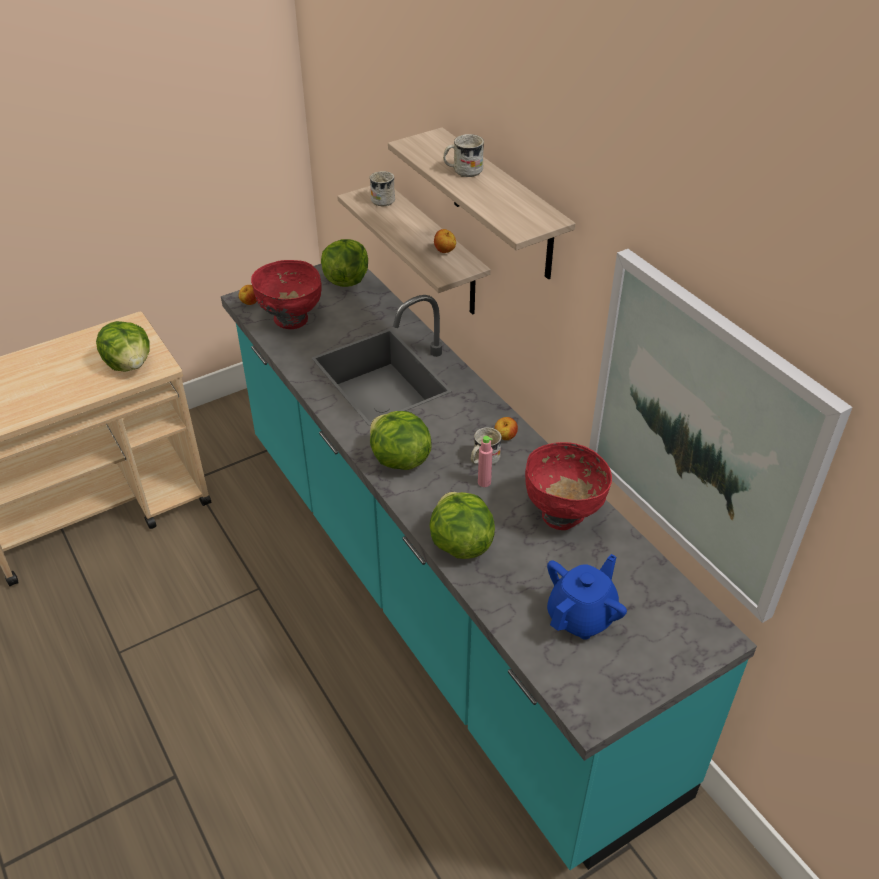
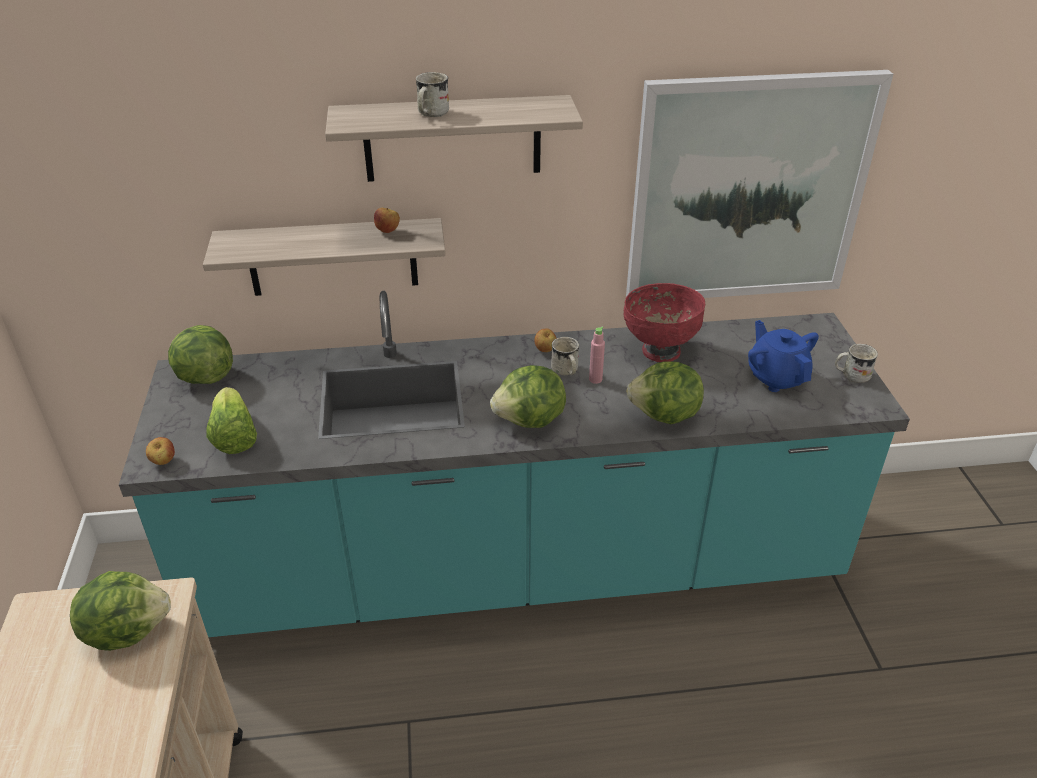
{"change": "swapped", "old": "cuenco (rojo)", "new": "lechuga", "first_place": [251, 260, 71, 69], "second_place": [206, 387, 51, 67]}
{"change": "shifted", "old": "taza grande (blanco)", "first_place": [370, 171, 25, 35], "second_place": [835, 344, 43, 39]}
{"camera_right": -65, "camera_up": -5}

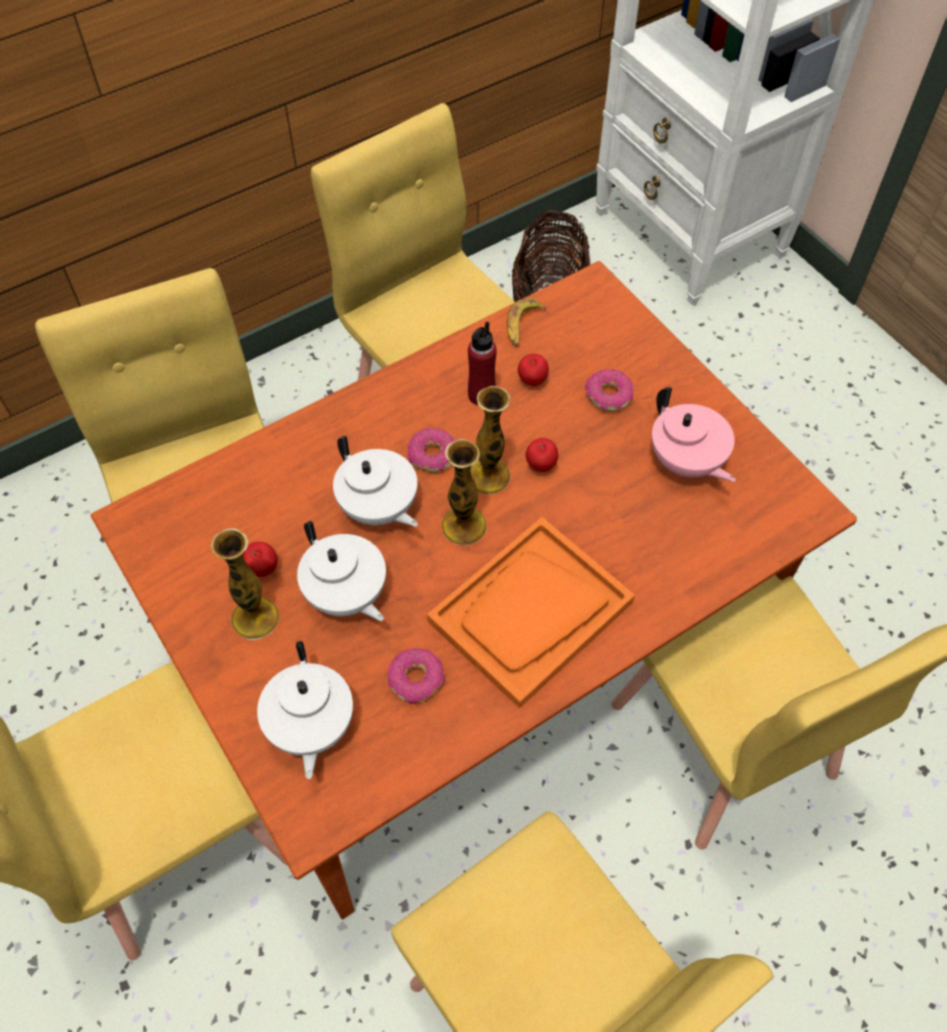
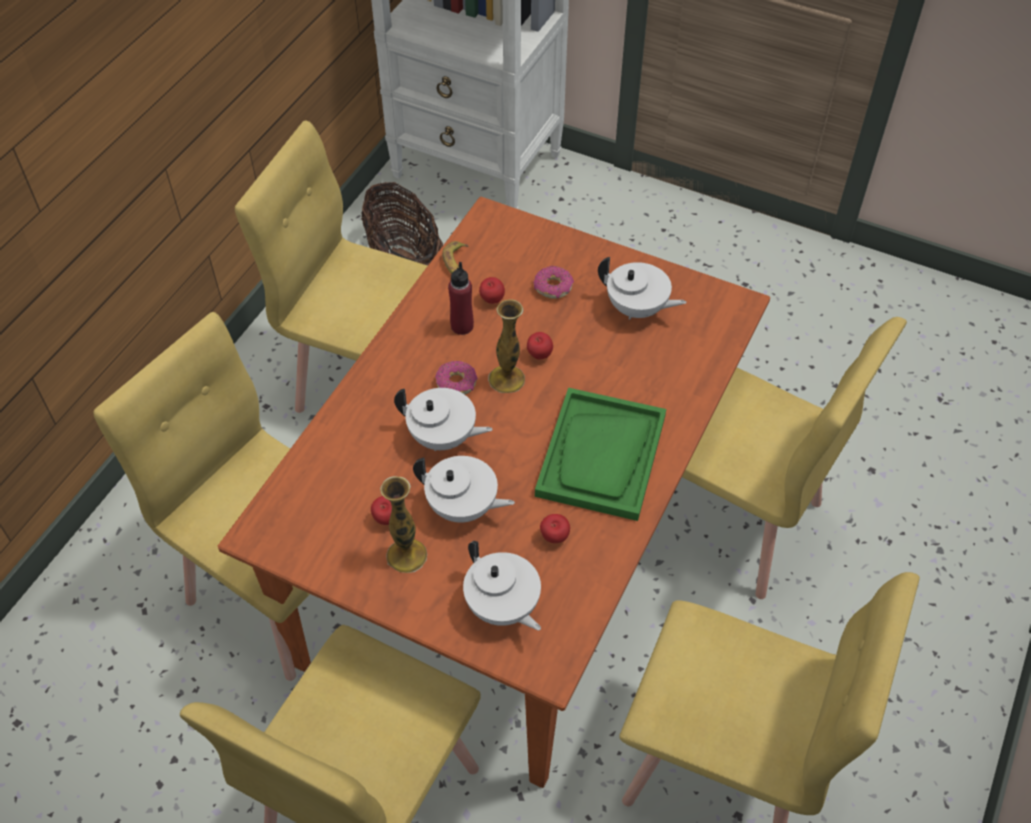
{"change": "repainted", "old": "bandeja (naranja)", "new": "bandeja (verde)", "first_place": [427, 517, 208, 191], "second_place": [535, 388, 131, 133]}
{"change": "swapped", "old": "rosquilla", "new": "manzana", "first_place": [388, 648, 57, 56], "second_place": [540, 514, 30, 29]}
{"change": "repainted", "old": "tetera (rosa)", "new": "tetera (blanco)", "first_place": [652, 387, 84, 95], "second_place": [598, 257, 89, 63]}
{"change": "gone", "old": "florero", "first_place": [442, 439, 45, 106]}
{"camera_right": -30, "camera_up": -5}

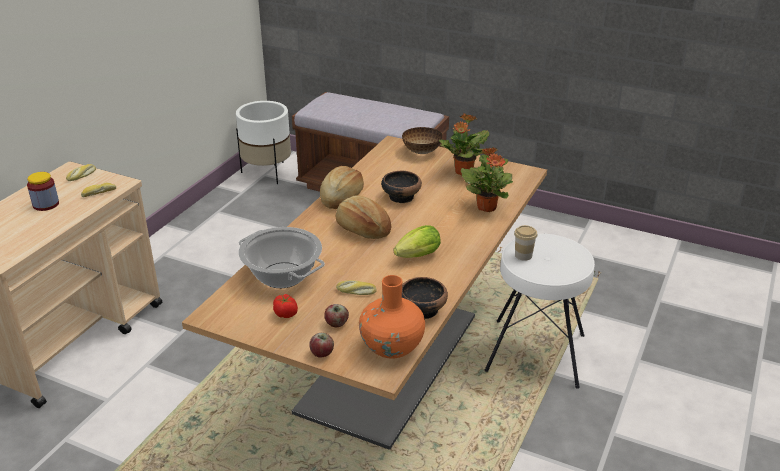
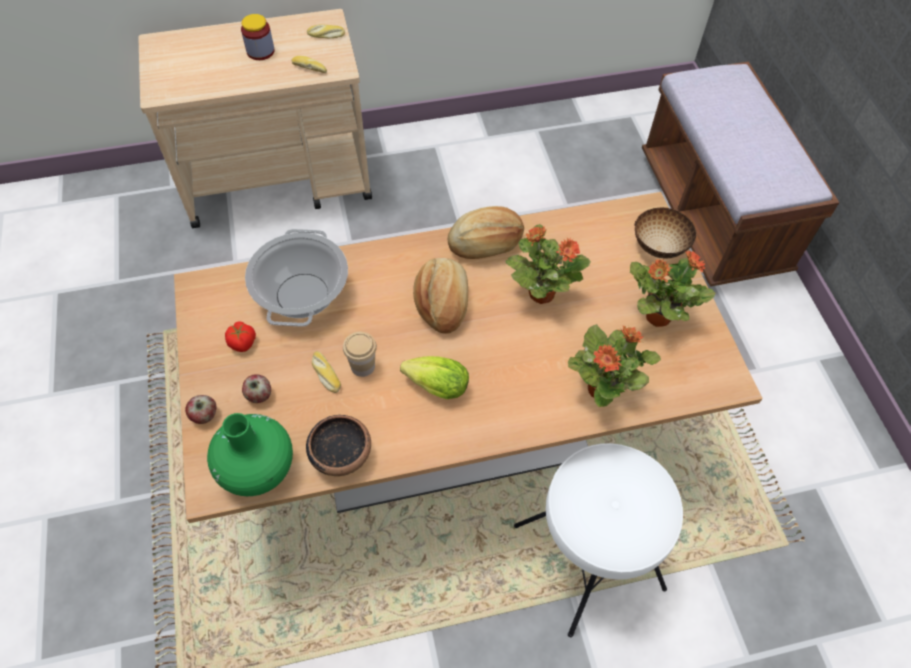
{"change": "repainted", "old": "florero (naranja)", "new": "florero (verde)", "first_place": [359, 275, 66, 84], "second_place": [207, 413, 86, 83]}
{"change": "shifted", "old": "taza", "first_place": [514, 225, 24, 36], "second_place": [343, 332, 34, 45]}
{"change": "swapped", "old": "cuenco", "new": "planta en maceta", "first_place": [381, 171, 41, 32], "second_place": [506, 224, 85, 80]}
{"change": "gone", "old": "maceta (blanco)", "first_place": [236, 101, 55, 83]}
{"camera_right": 50, "camera_up": 25}

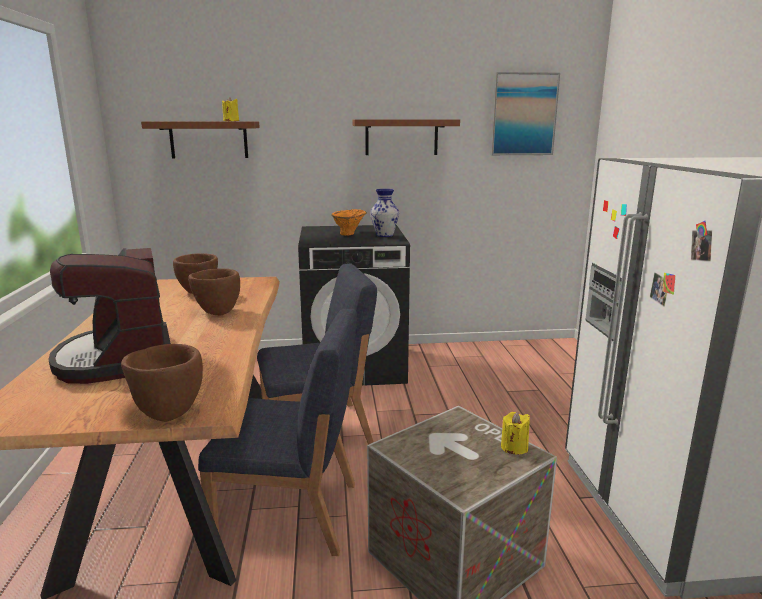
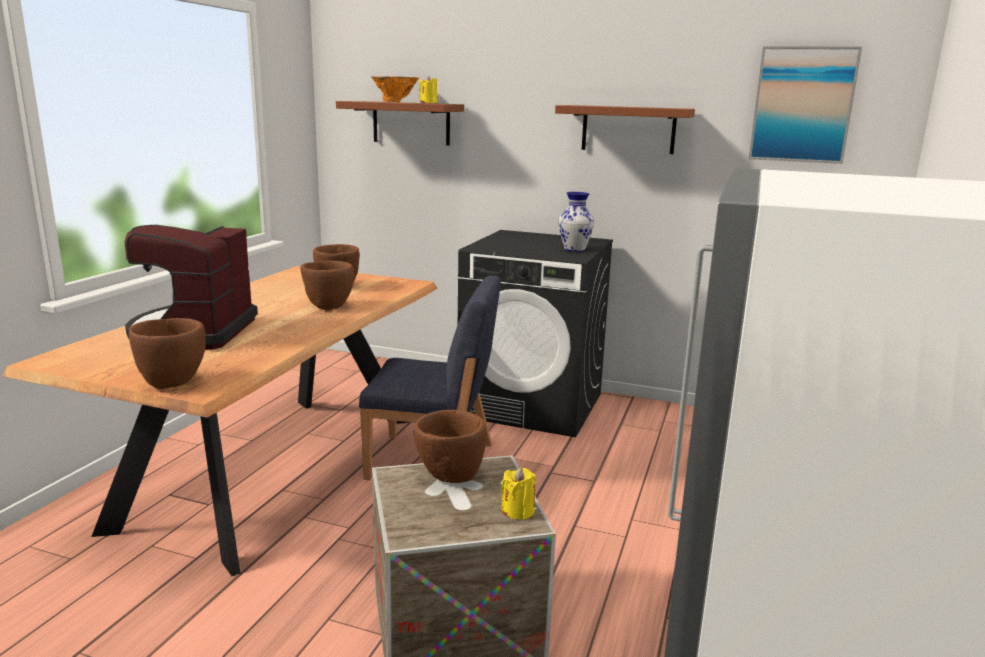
{"change": "shifted", "old": "florero (naranja)", "first_place": [331, 209, 36, 27], "second_place": [371, 76, 48, 26]}
{"change": "new", "new": "cuenco (marrón)", "second_place": [414, 410, 73, 73]}
{"change": "gone", "old": "silla (azul)", "first_place": [198, 309, 159, 247]}
{"camera_right": 25, "camera_up": 0}

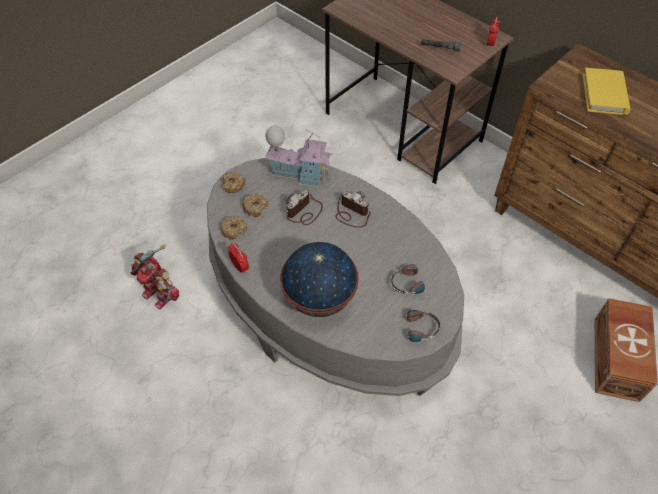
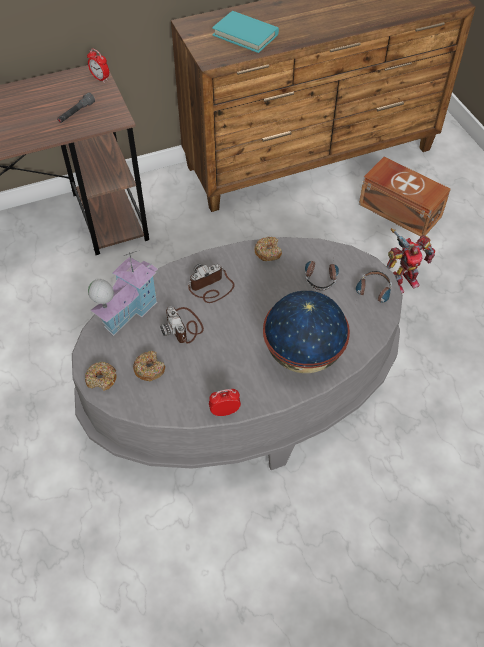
{"change": "repainted", "old": "libro (amarillo)", "new": "libro (turquesa)", "first_place": [583, 68, 47, 47], "second_place": [212, 11, 67, 42]}
{"change": "shifted", "old": "rosquilla", "first_place": [221, 216, 26, 24], "second_place": [254, 237, 28, 24]}
{"change": "shifted", "old": "robot de juguete", "first_place": [131, 244, 48, 65], "second_place": [387, 228, 48, 65]}
{"camera_right": -65, "camera_up": 0}

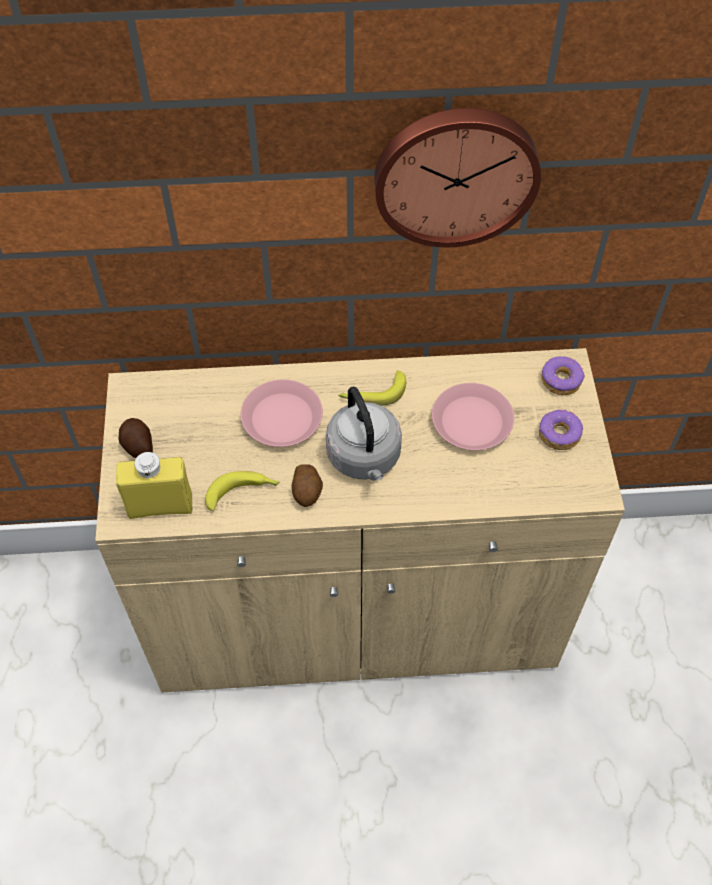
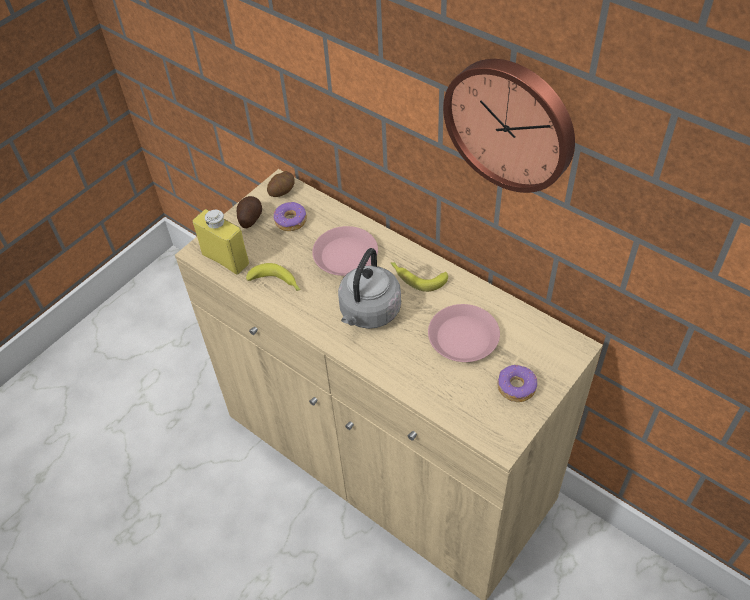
{"change": "shifted", "old": "patata", "first_place": [292, 464, 31, 43], "second_place": [267, 171, 28, 26]}
{"change": "shifted", "old": "rosquilla", "first_place": [541, 356, 44, 39], "second_place": [274, 202, 33, 29]}
{"camera_right": 45, "camera_up": -5}

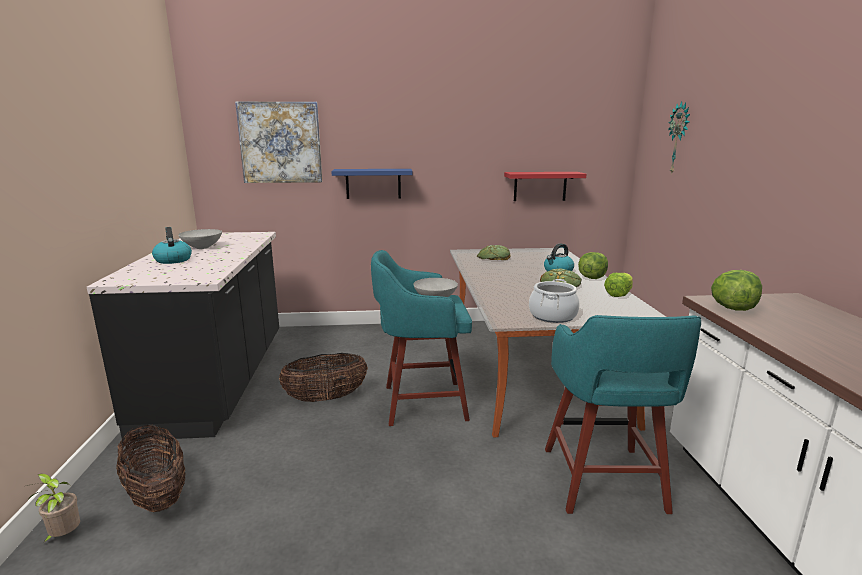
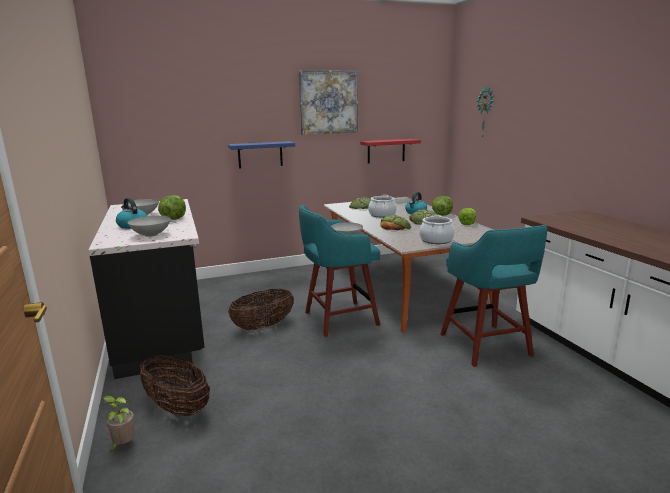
{"change": "new", "new": "cuenco (gris)", "second_place": [128, 216, 43, 21]}
{"change": "shifted", "old": "lechuga", "first_place": [711, 270, 51, 41], "second_place": [158, 195, 28, 25]}
{"change": "shifted", "old": "cuadro", "first_place": [235, 101, 87, 82], "second_place": [299, 70, 59, 65]}
{"change": "new", "new": "olla", "second_place": [368, 195, 29, 23]}
{"change": "new", "new": "pan", "second_place": [381, 215, 30, 15]}
{"camera_right": -15, "camera_up": 0}

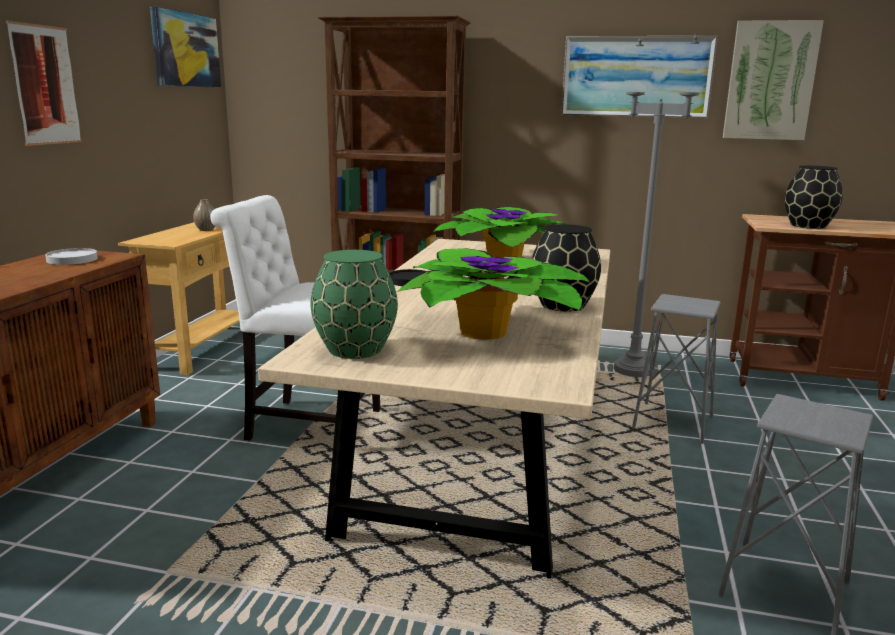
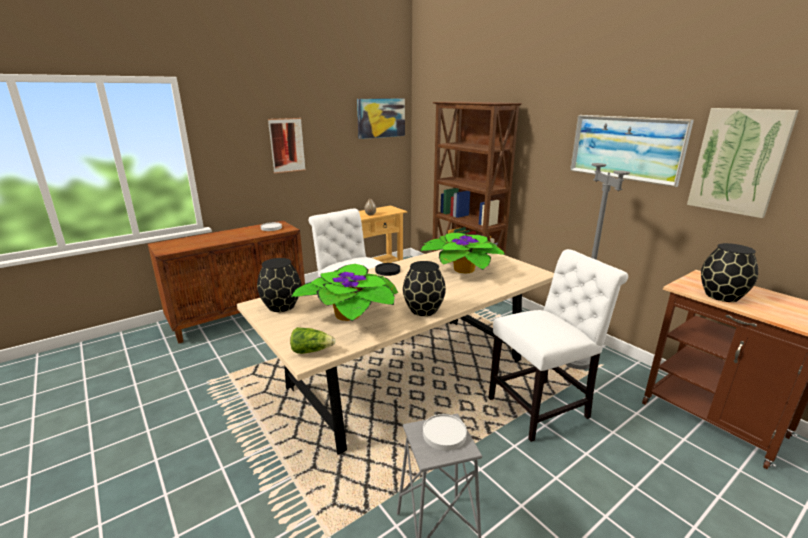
{"change": "repainted", "old": "florero (verde)", "new": "florero (negro)", "first_place": [311, 250, 87, 109], "second_place": [257, 258, 44, 54]}
{"change": "new", "new": "lechuga", "second_place": [290, 327, 46, 27]}
{"change": "new", "new": "plato (blanco)", "second_place": [423, 414, 44, 37]}
{"change": "swapped", "old": "taburete (gris)", "new": "silla (blanco)", "first_place": [632, 294, 89, 150], "second_place": [489, 249, 139, 193]}
{"camera_right": 40, "camera_up": 5}

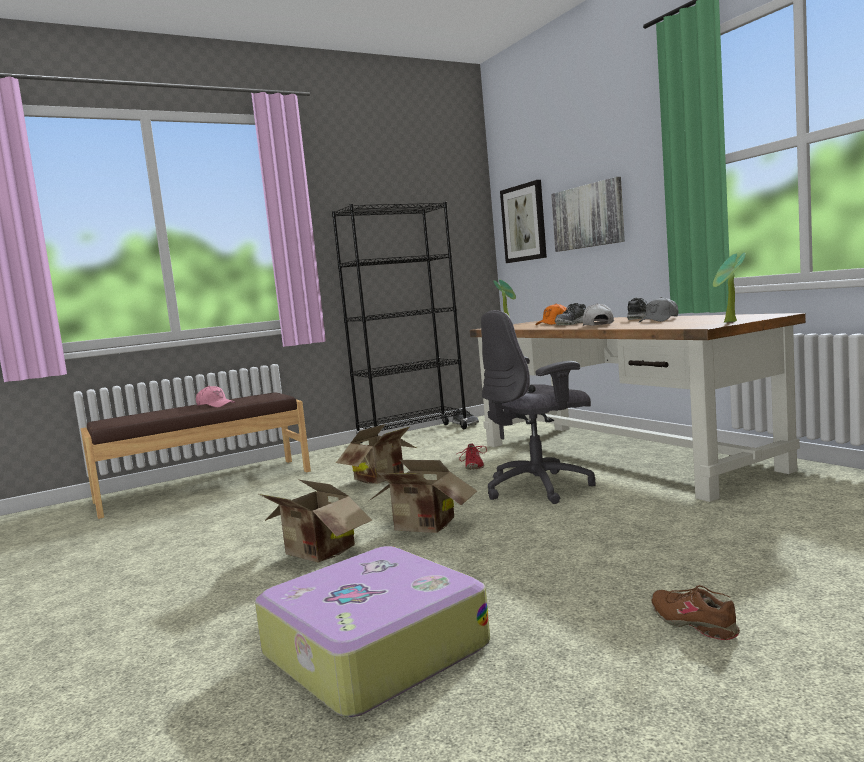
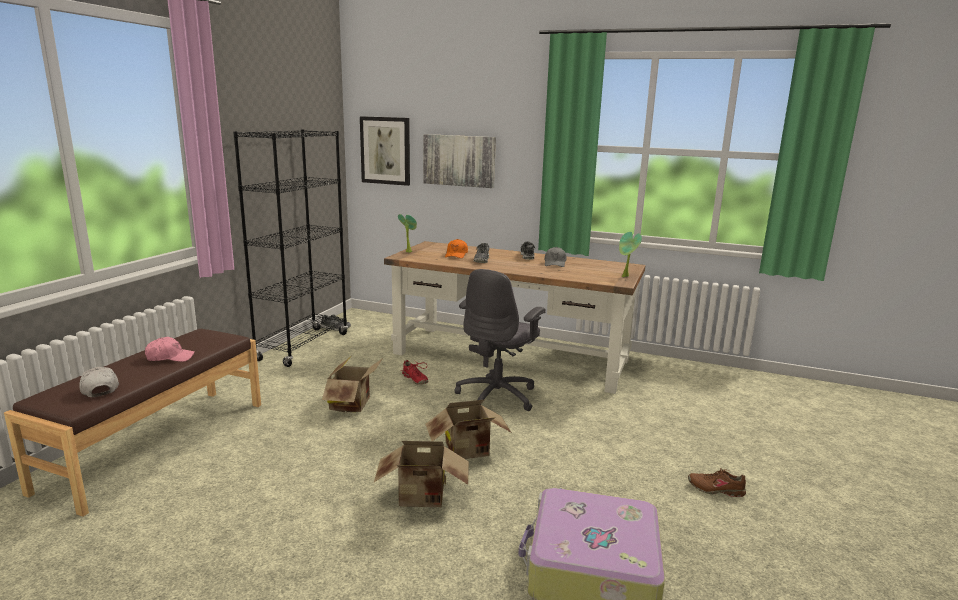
{"change": "shifted", "old": "gorra (blanco)", "first_place": [583, 303, 31, 23], "second_place": [79, 367, 40, 30]}
{"camera_right": -40, "camera_up": 10}

